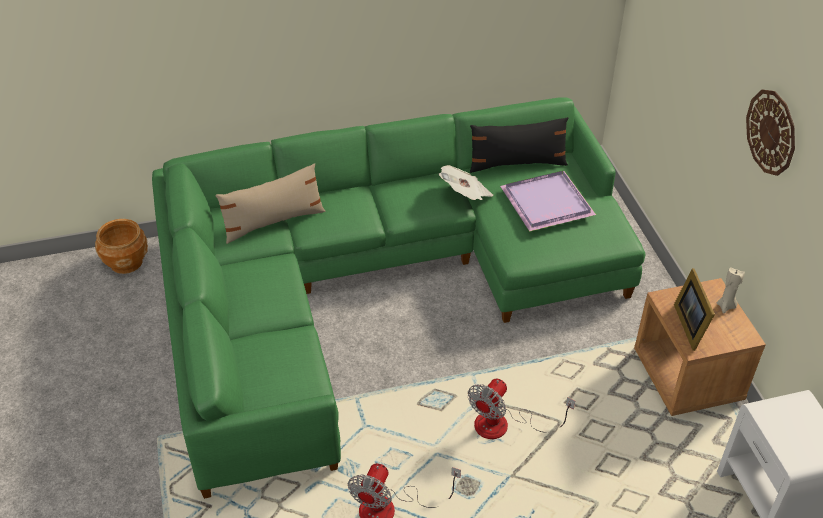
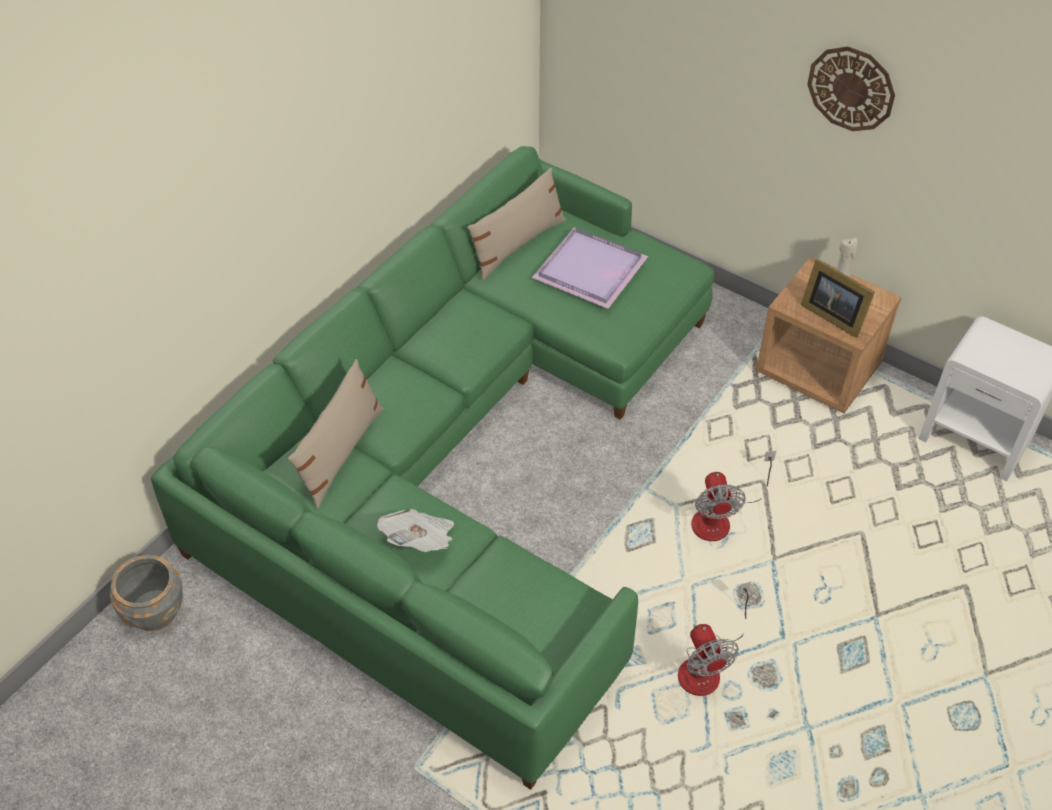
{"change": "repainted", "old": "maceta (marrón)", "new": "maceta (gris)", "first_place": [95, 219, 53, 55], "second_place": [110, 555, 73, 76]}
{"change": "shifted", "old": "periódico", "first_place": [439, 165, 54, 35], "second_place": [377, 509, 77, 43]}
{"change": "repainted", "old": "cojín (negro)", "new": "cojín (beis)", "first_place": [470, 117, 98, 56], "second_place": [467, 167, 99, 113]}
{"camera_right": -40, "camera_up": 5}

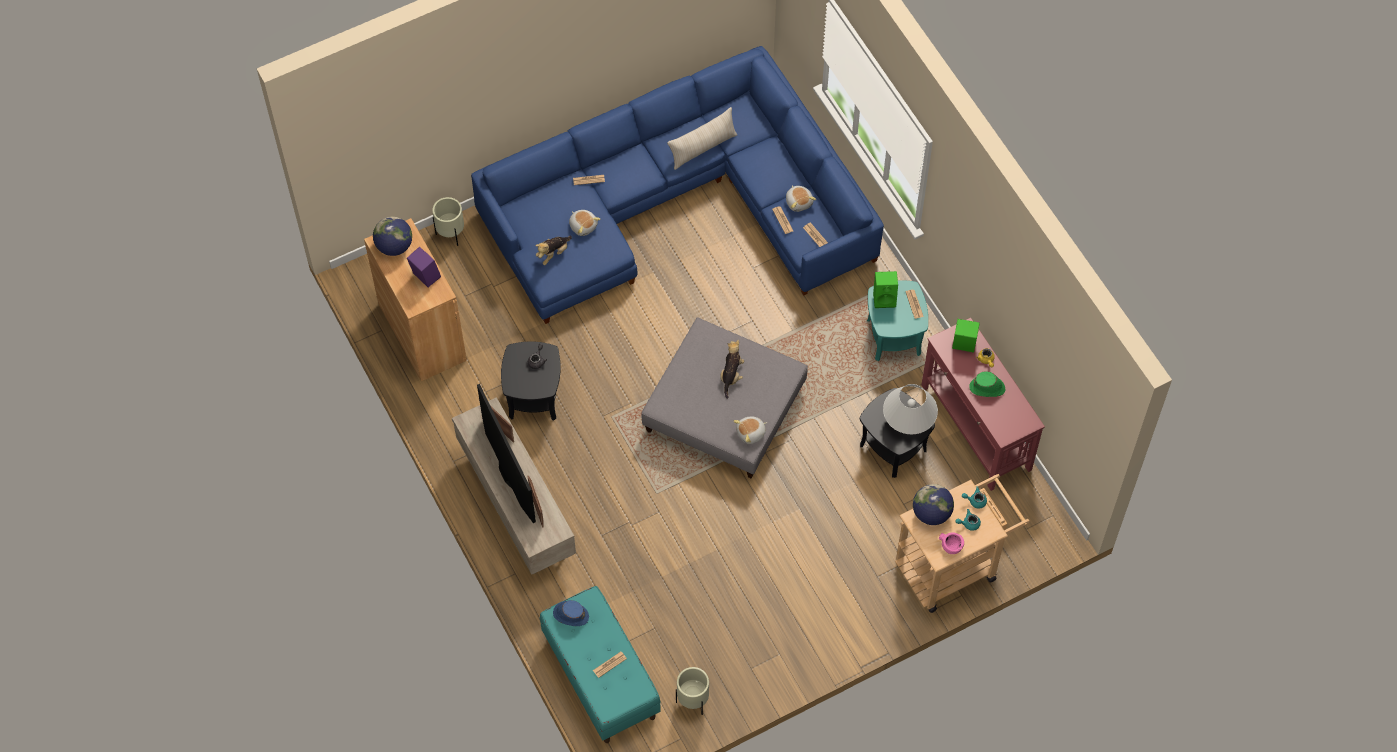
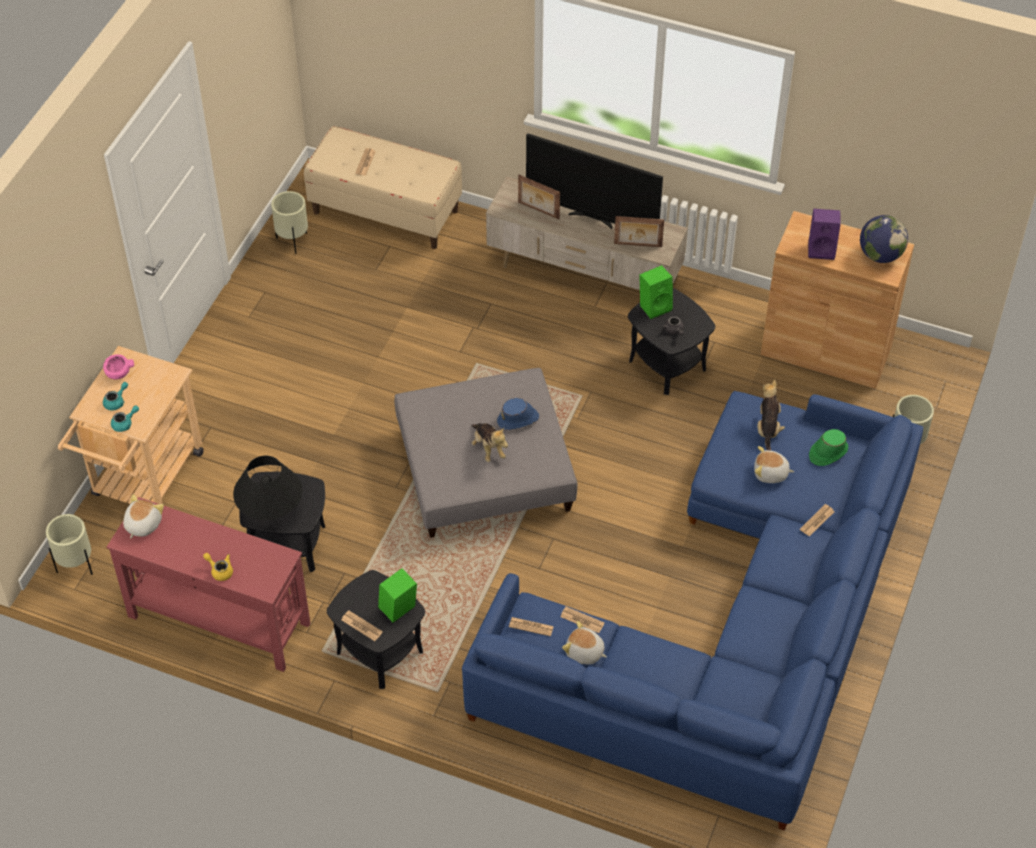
{"change": "new", "new": "maceta (beis)", "second_place": [46, 514, 47, 61]}
{"change": "shifted", "old": "peluche", "first_place": [733, 416, 34, 28], "second_place": [123, 494, 41, 44]}
{"change": "repainted", "old": "lámpara de mesa (blanco)", "new": "lámpara de mesa (negro)", "first_place": [883, 384, 55, 50], "second_place": [233, 456, 70, 64]}
{"change": "repainted", "old": "banco (turquesa)", "new": "banco (beis)", "first_place": [540, 586, 121, 157], "second_place": [304, 126, 158, 123]}
{"change": "repainted", "old": "mesa auxiliar (turquesa)", "new": "mesa auxiliar (negro)", "first_place": [867, 280, 61, 81], "second_place": [327, 570, 98, 119]}
{"change": "shifted", "old": "sombrero (azul)", "first_place": [553, 600, 36, 26], "second_place": [497, 398, 42, 32]}
{"change": "shifted", "old": "altavoz (verde)", "first_place": [952, 319, 28, 33], "second_place": [640, 265, 33, 54]}
{"change": "shifted", "old": "sombrero (verde)", "first_place": [969, 371, 37, 26], "second_place": [809, 429, 39, 37]}
{"change": "gone", "old": "cojín (beis)", "first_place": [667, 107, 70, 63]}
{"change": "gone", "old": "globo terráqueo", "first_place": [913, 484, 41, 41]}
{"camera_right": 140, "camera_up": -10}

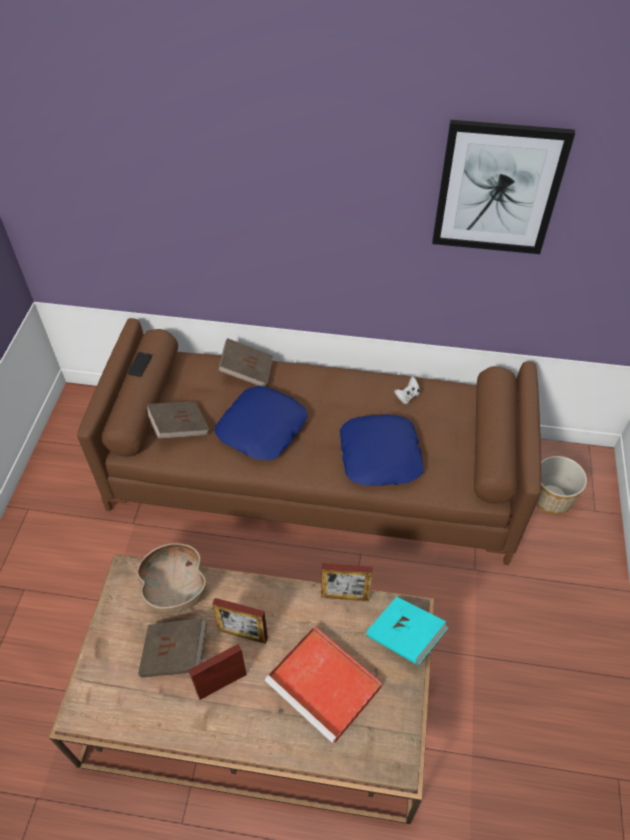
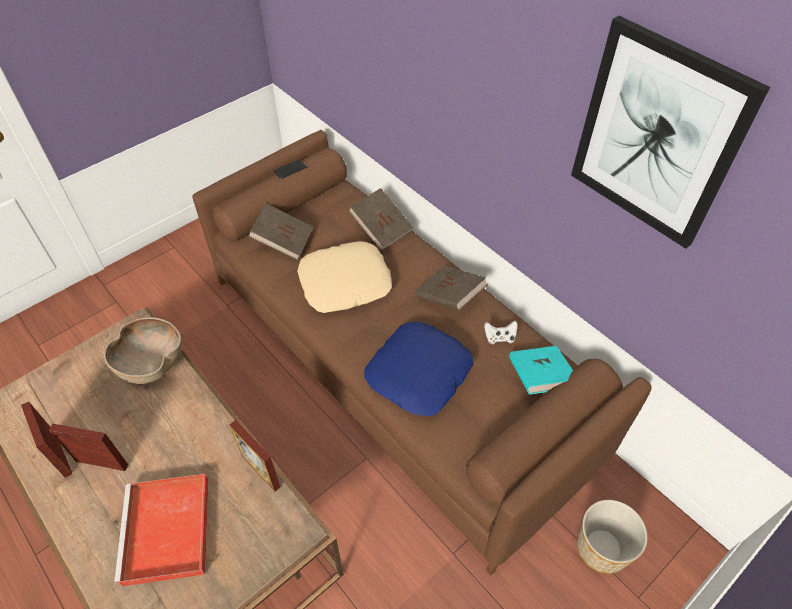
{"change": "shifted", "old": "portarretratos", "first_place": [212, 598, 56, 46], "second_place": [21, 402, 51, 76]}
{"change": "repainted", "old": "cojín (azul)", "new": "cojín (beis)", "first_place": [215, 386, 92, 74], "second_place": [297, 241, 95, 72]}
{"change": "shifted", "old": "libro (marrón)", "first_place": [138, 618, 69, 60], "second_place": [415, 266, 73, 45]}
{"change": "shifted", "old": "libro (turquesa)", "first_place": [367, 597, 81, 68], "second_place": [509, 346, 64, 49]}
{"camera_right": 40, "camera_up": 0}

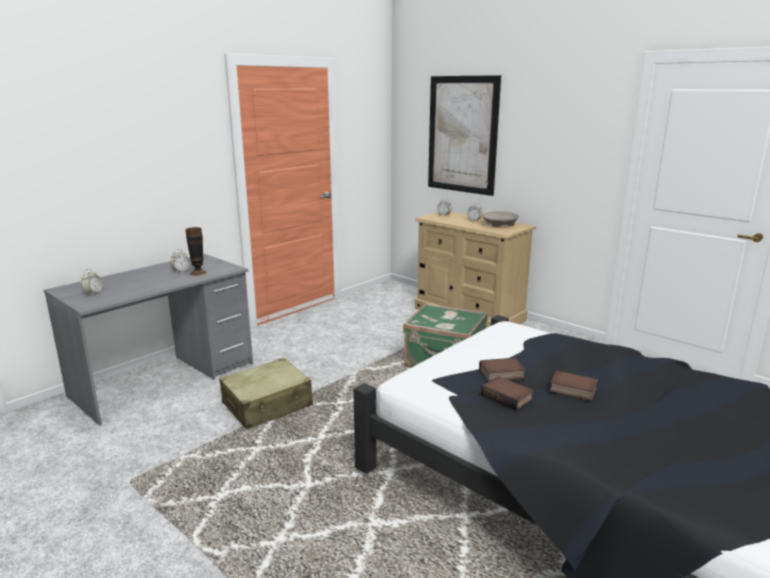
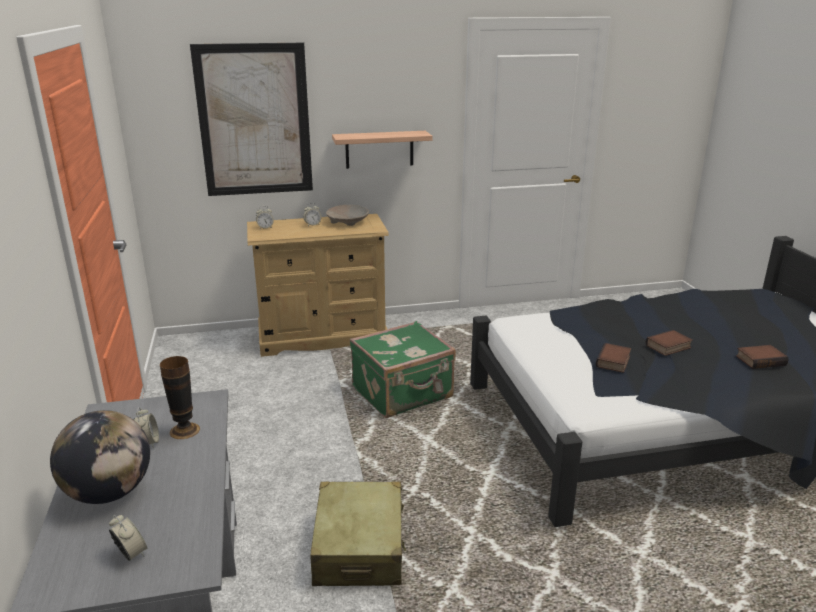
{"change": "new", "new": "globo terráqueo", "second_place": [50, 410, 100, 94]}
{"change": "new", "new": "estante", "second_place": [332, 131, 101, 38]}
{"change": "shifted", "old": "libro", "first_place": [481, 376, 53, 35], "second_place": [736, 345, 52, 24]}
{"camera_right": -55, "camera_up": 5}

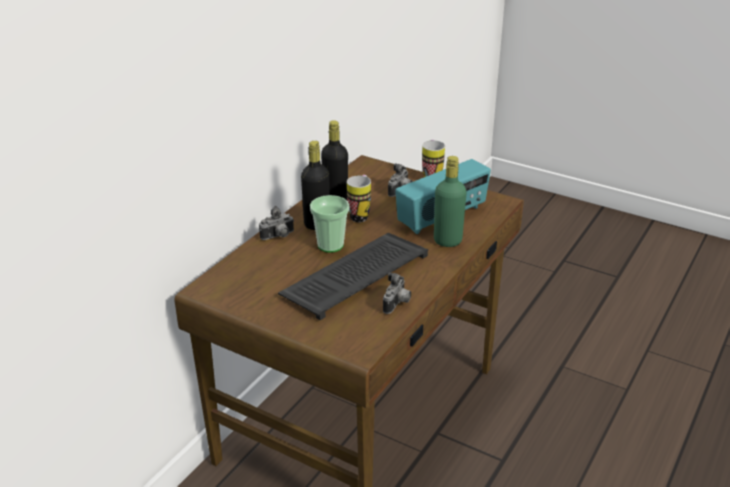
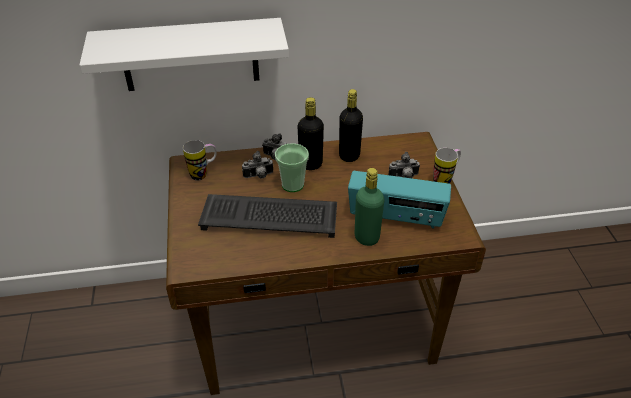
{"change": "new", "new": "estante (blanco)", "second_place": [79, 18, 210, 73]}
{"change": "shifted", "old": "taza grande", "first_place": [347, 175, 24, 47], "second_place": [183, 140, 34, 41]}
{"change": "shifted", "old": "cámara", "first_place": [383, 272, 28, 42], "second_place": [242, 151, 32, 27]}
{"camera_right": 50, "camera_up": 10}

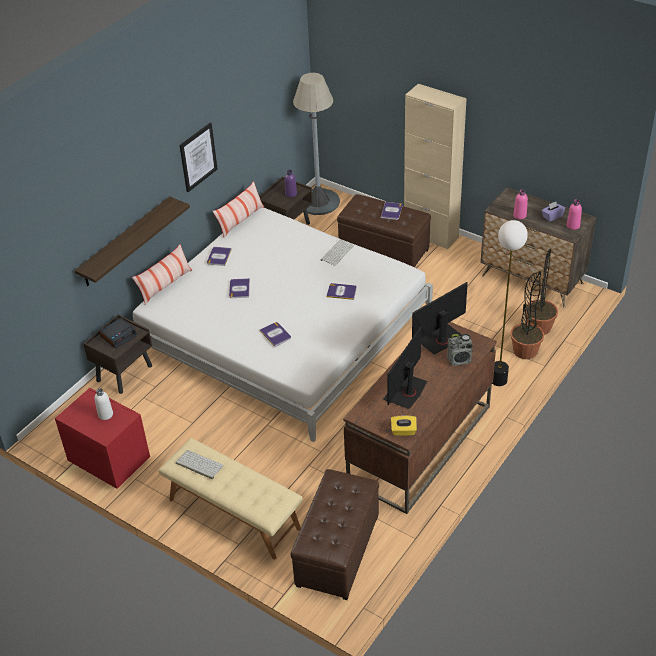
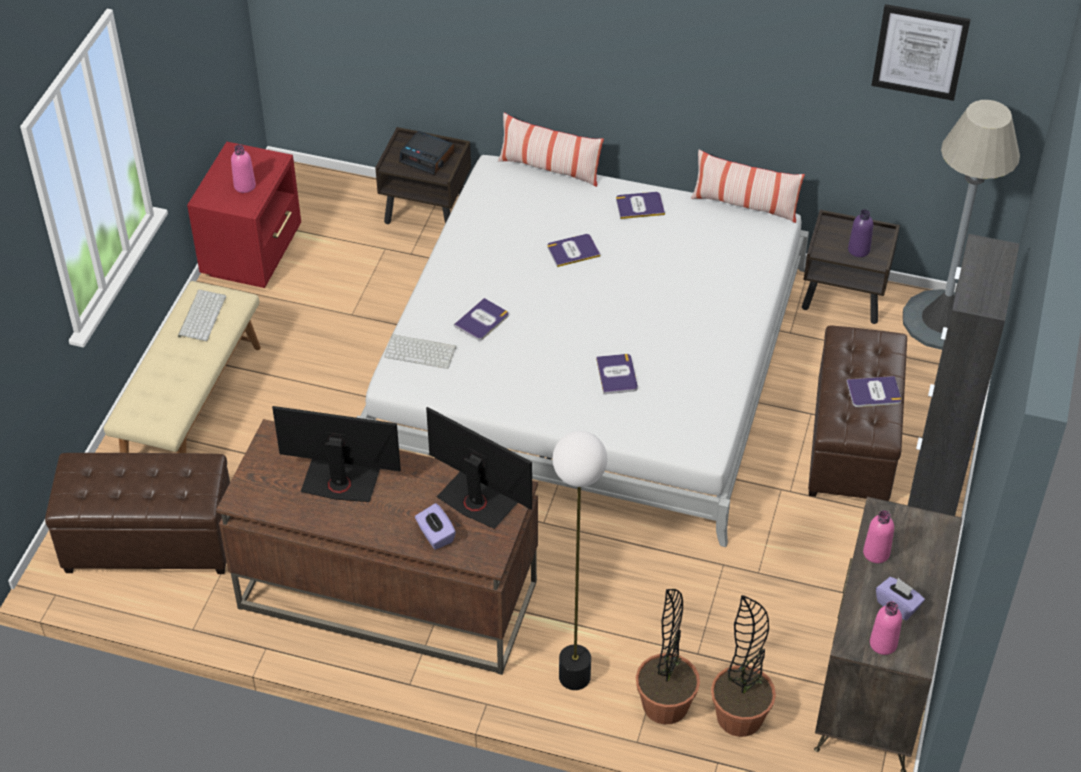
{"change": "repainted", "old": "botella (blanco)", "new": "botella (rosa)", "first_place": [95, 388, 18, 32], "second_place": [231, 145, 25, 48]}
{"change": "shifted", "old": "teclado", "first_place": [321, 239, 33, 27], "second_place": [384, 334, 72, 35]}
{"change": "swapped", "old": "radio", "new": "caja de pañuelos (morado)", "first_place": [447, 334, 25, 32], "second_place": [415, 503, 41, 47]}
{"change": "shifted", "old": "cuadro", "first_place": [179, 123, 39, 69], "second_place": [871, 4, 100, 97]}
{"change": "repainted", "old": "armario (beis)", "new": "armario (negro)", "first_place": [404, 84, 63, 166], "second_place": [908, 234, 111, 282]}
{"change": "gone", "old": "estante", "first_place": [74, 196, 116, 90]}
{"change": "gone", "old": "caja de pañuelos (amarillo)", "first_place": [391, 415, 26, 21]}
{"camera_right": 70, "camera_up": 5}

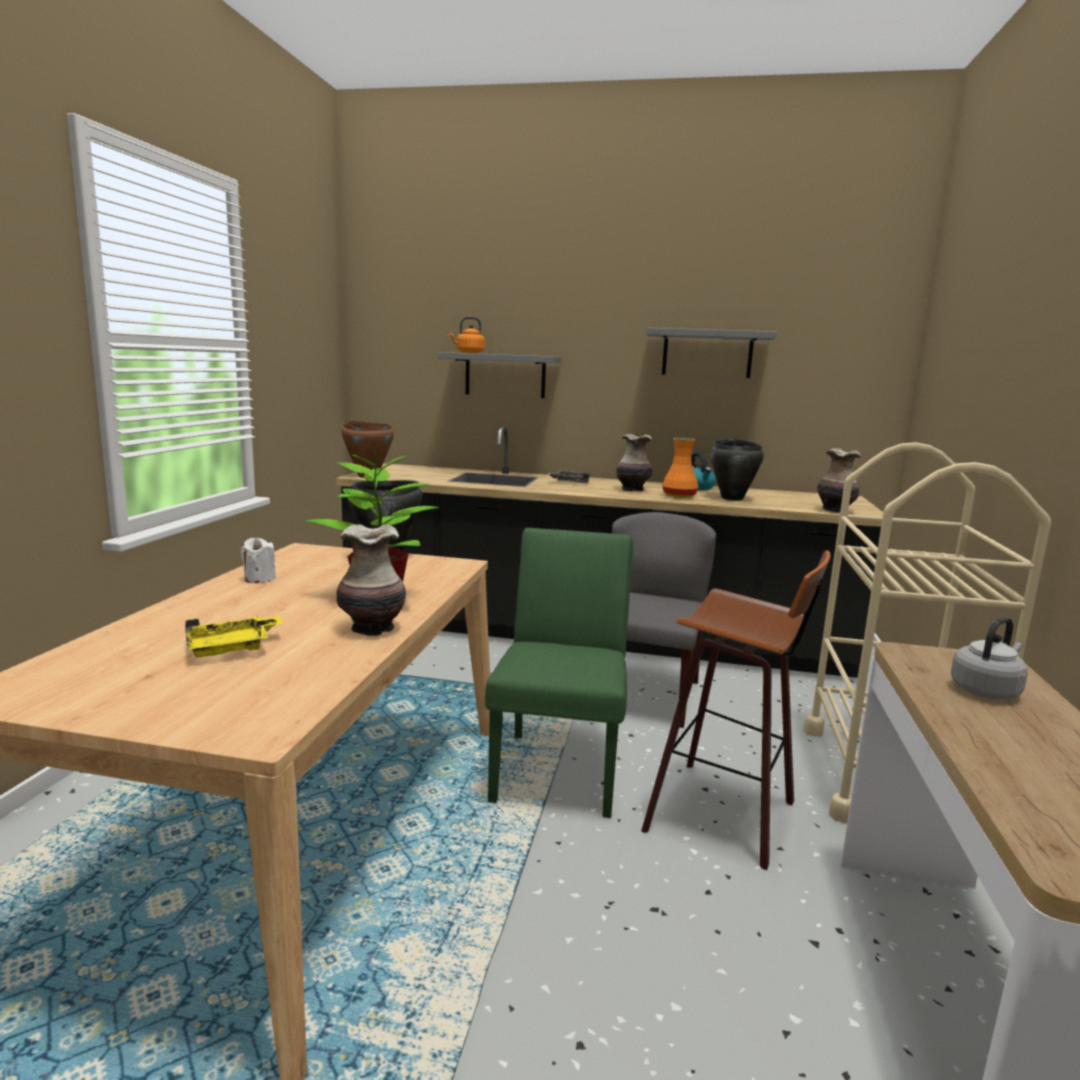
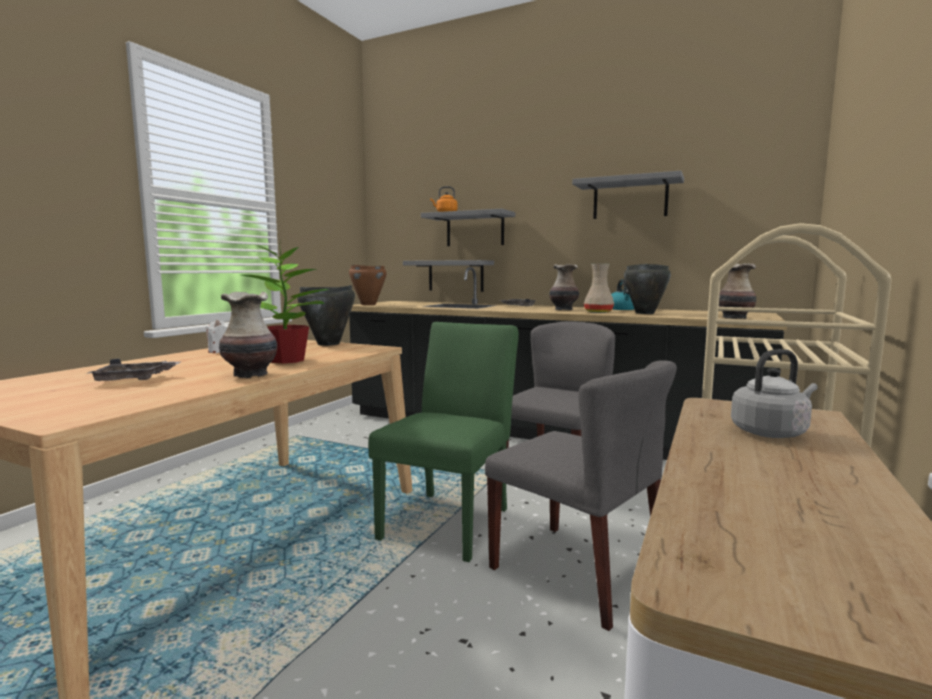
{"change": "repainted", "old": "bandeja (amarillo)", "new": "bandeja (gris)", "first_place": [185, 615, 98, 42], "second_place": [88, 359, 94, 22]}
{"change": "new", "new": "estante (gris)", "second_place": [403, 260, 91, 32]}
{"change": "swapped", "old": "taburete", "new": "silla (gris)", "first_place": [641, 550, 189, 320], "second_place": [485, 360, 192, 271]}
{"change": "repainted", "old": "florero (naranja)", "new": "florero (beis)", "first_place": [662, 438, 36, 60], "second_place": [584, 264, 30, 49]}
{"camera_right": 15, "camera_up": -5}

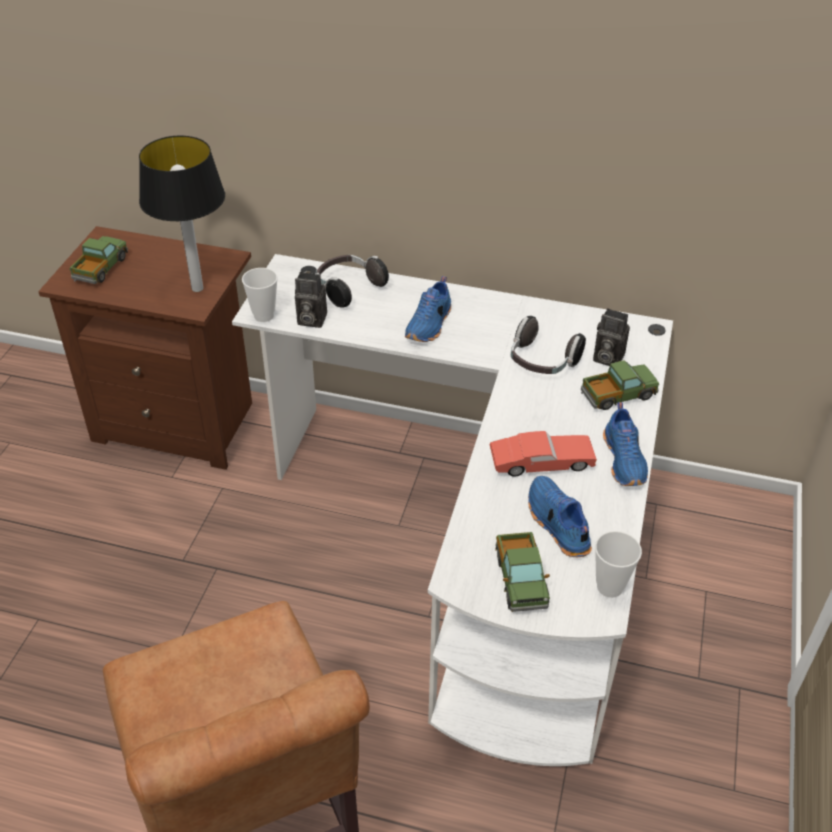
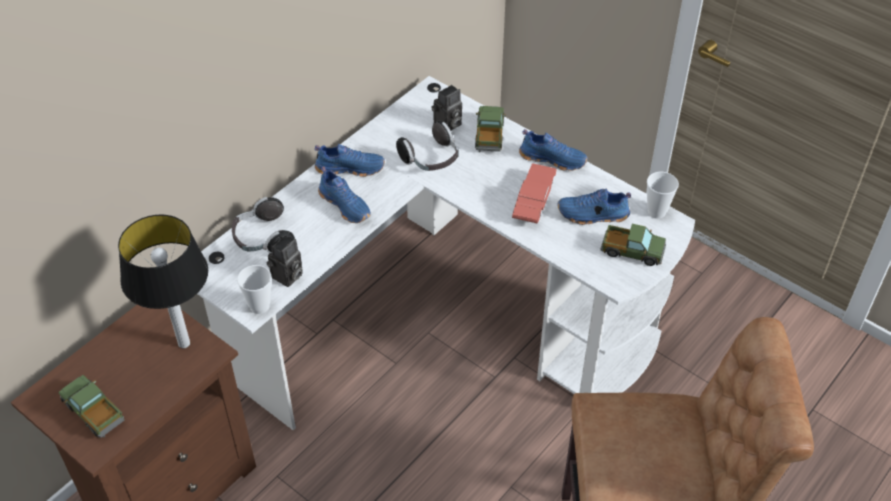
{"change": "new", "new": "zapato (azul)", "second_place": [315, 144, 70, 33]}
{"camera_right": -65, "camera_up": 5}

